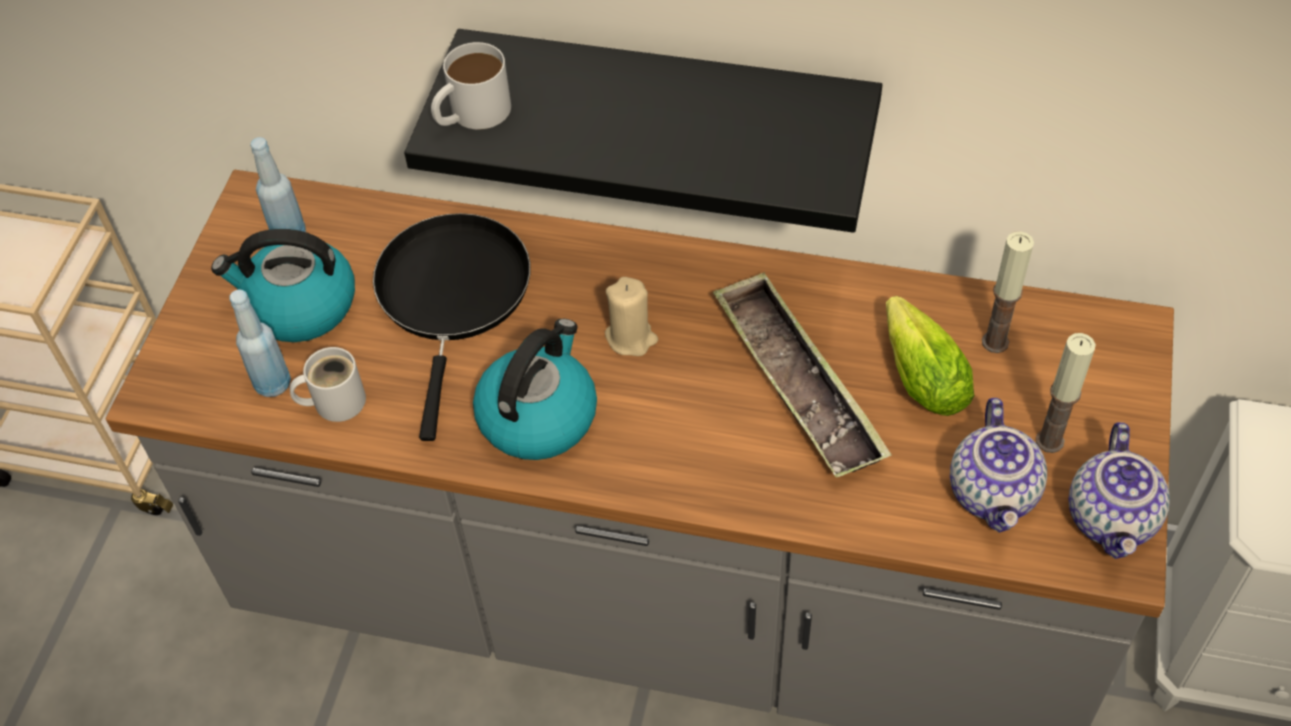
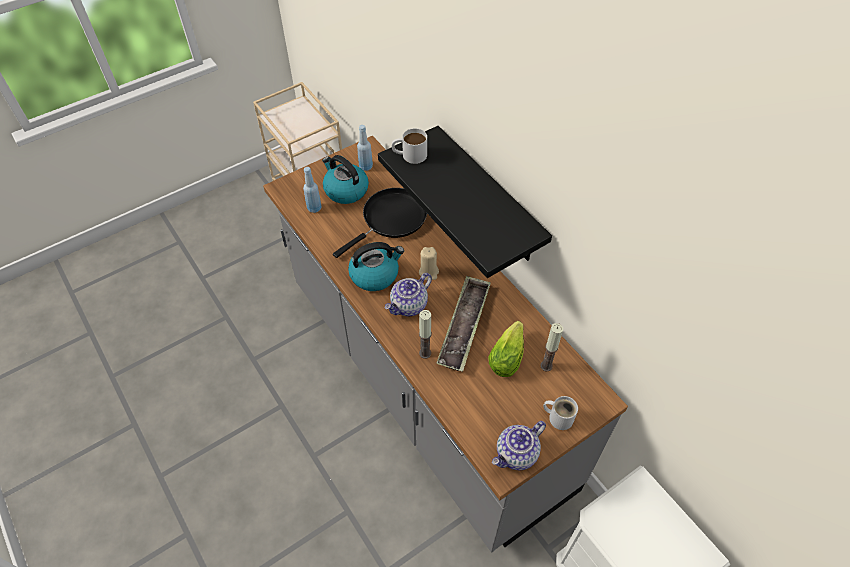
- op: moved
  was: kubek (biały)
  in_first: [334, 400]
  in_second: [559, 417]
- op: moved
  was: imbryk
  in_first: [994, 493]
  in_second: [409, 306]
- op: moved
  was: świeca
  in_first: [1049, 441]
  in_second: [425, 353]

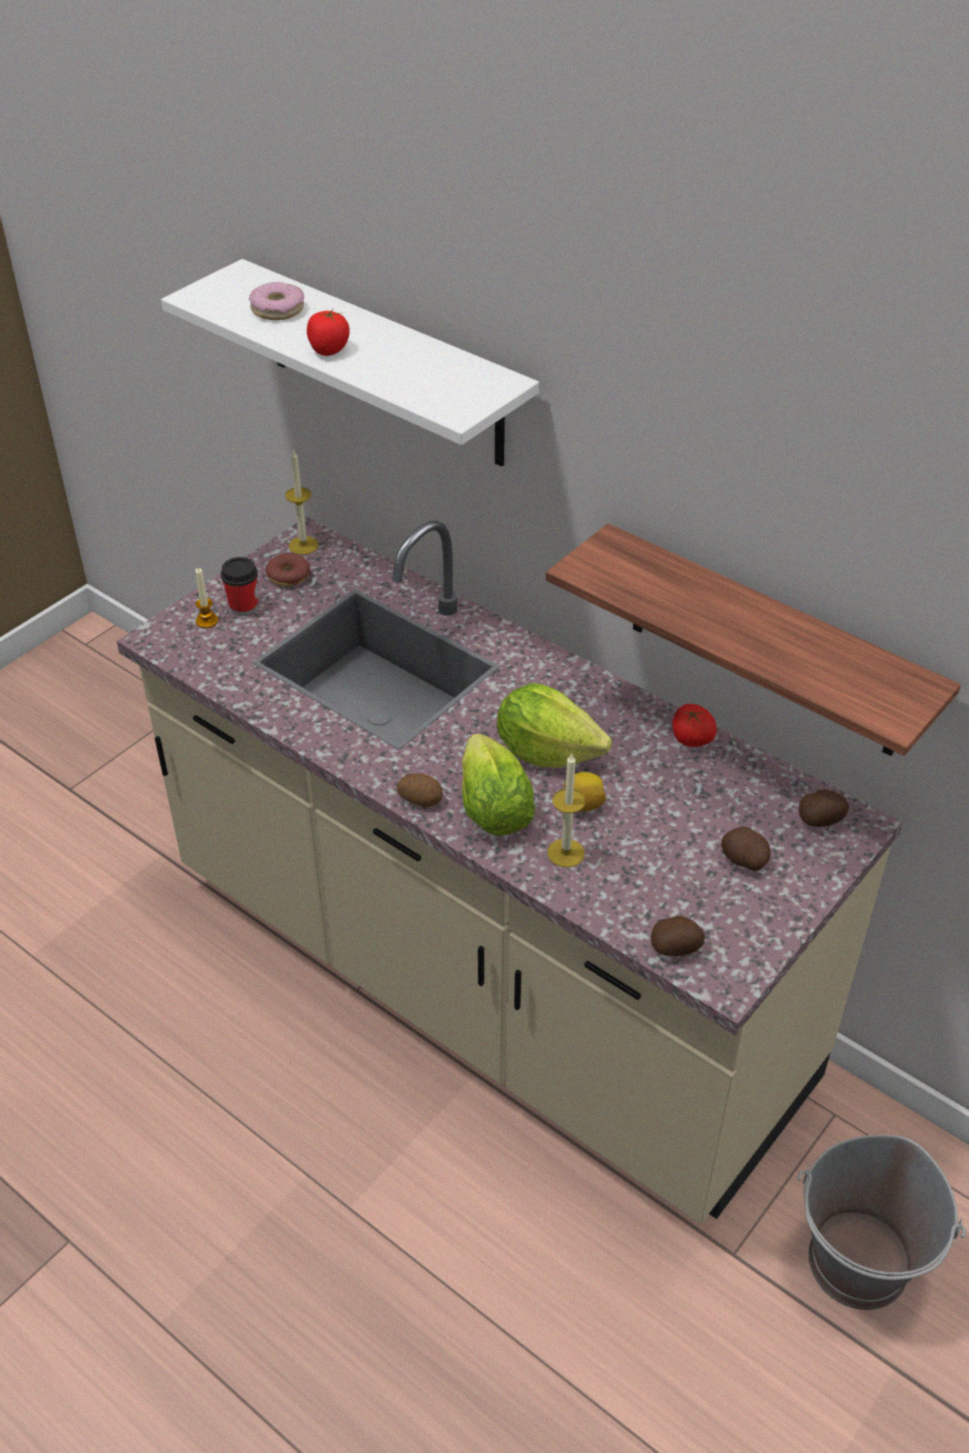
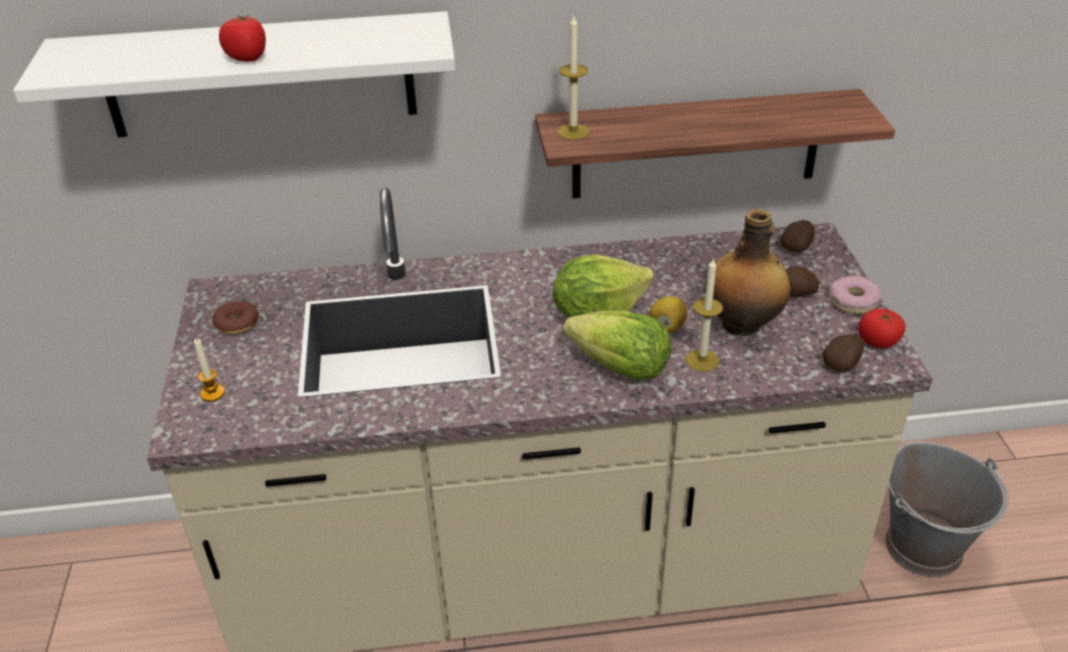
- op: removed
  was: filiżanka
  in_first: [244, 607]
- op: moved
  was: donut
  in_first: [277, 309]
  in_second: [853, 301]
- op: moved
  was: świeca
  in_first: [303, 545]
  in_second: [573, 132]
- op: removed
  was: ziemniak
  in_first: [421, 798]
- op: moved
  was: pomidor
  in_first: [691, 739]
  in_second: [878, 342]
- op: added
  now: butelka
  in_second: [743, 325]

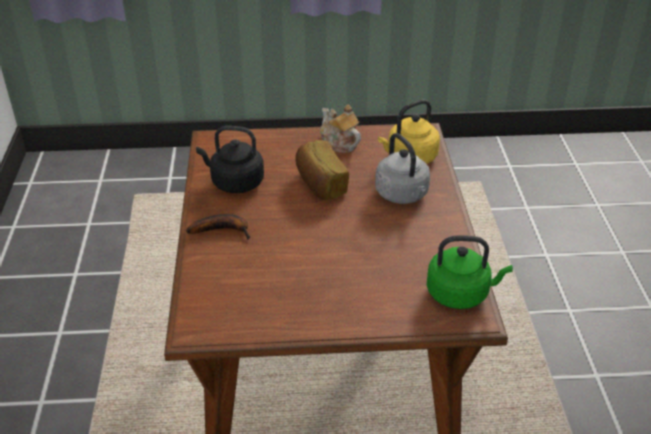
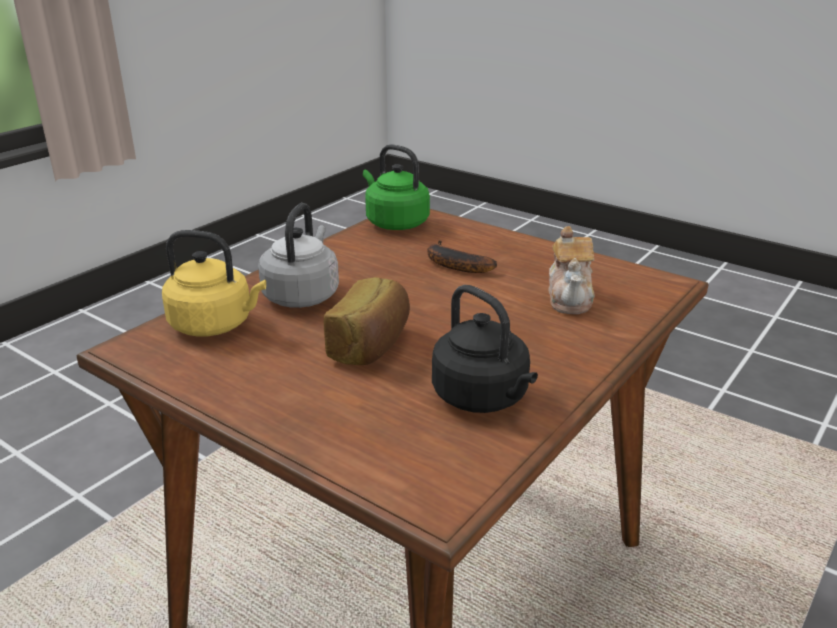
- op: moved
  was: banan
  in_first: [223, 230]
  in_second: [452, 264]
- op: moved
  was: imbryk
  in_first: [338, 143]
  in_second: [570, 298]

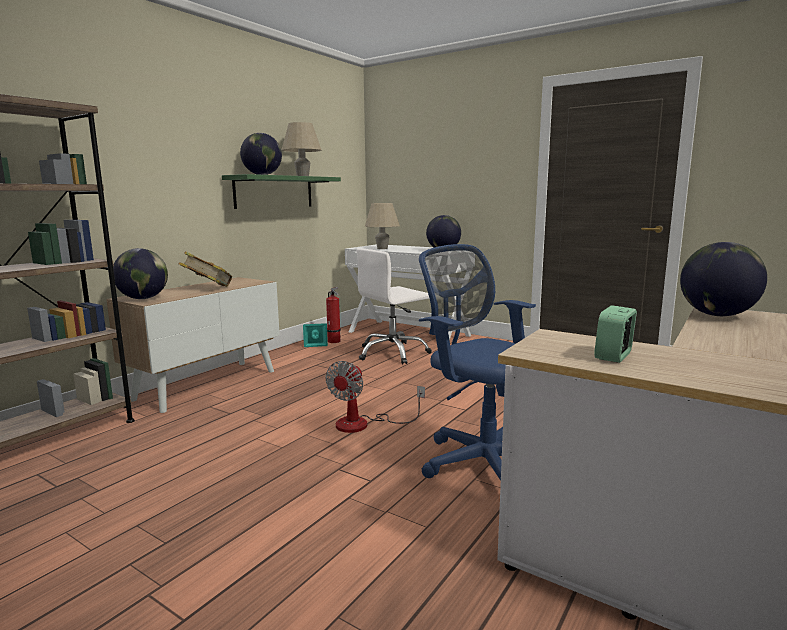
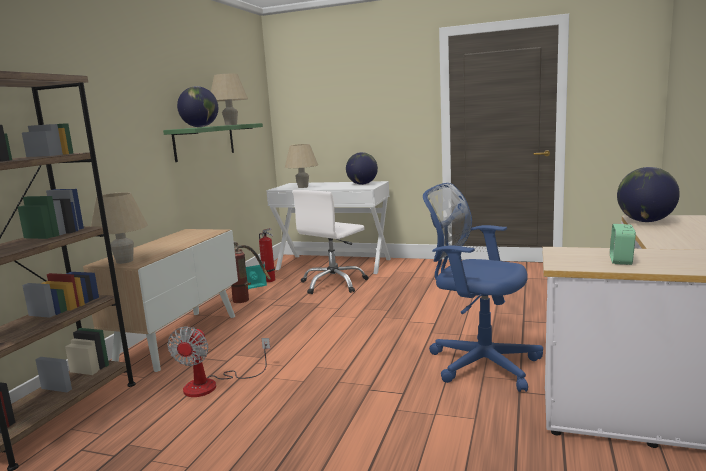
- op: replaced
  was: globus
  now: lampa stołowa (beżowy)
  in_first: [143, 298]
  in_second: [124, 261]
- op: removed
  was: książka
  in_first: [208, 288]
- op: moved
  was: wentylator
  in_first: [364, 424]
  in_second: [212, 385]
- op: added
  now: gaśnica
  in_second: [247, 298]

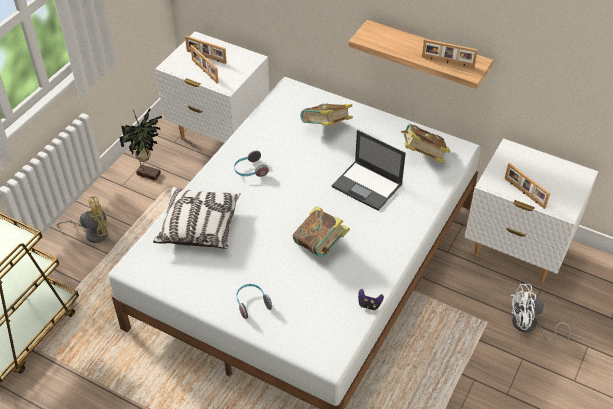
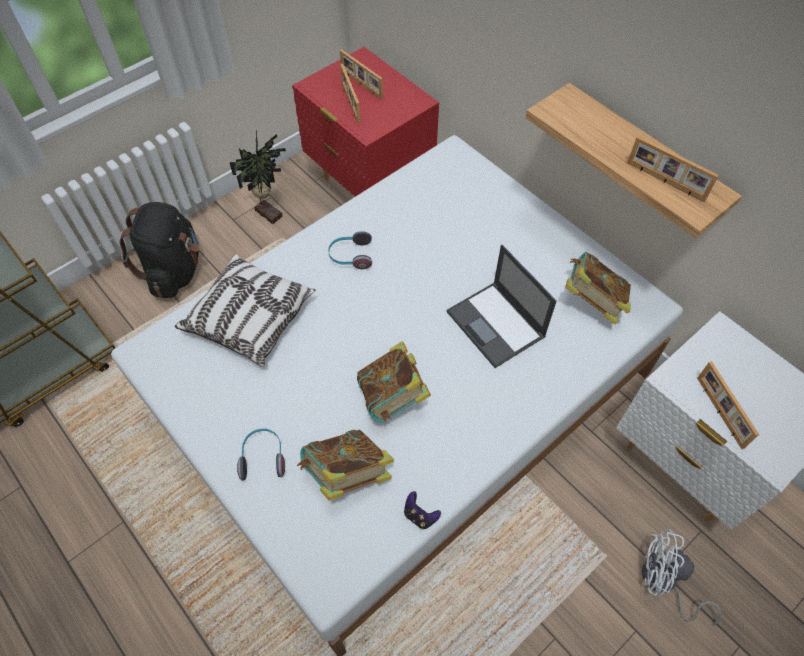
- op: replaced
  was: wentylator (żółty)
  now: plecak (czarny)
  in_first: [93, 233]
  in_second: [174, 270]
- op: recoloured
  was: szafka nocna (biały)
  now: szafka nocna (czerwony)
  in_first: [219, 135]
  in_second: [369, 187]
- op: moved
  was: książka
  in_first: [326, 128]
  in_second: [347, 474]

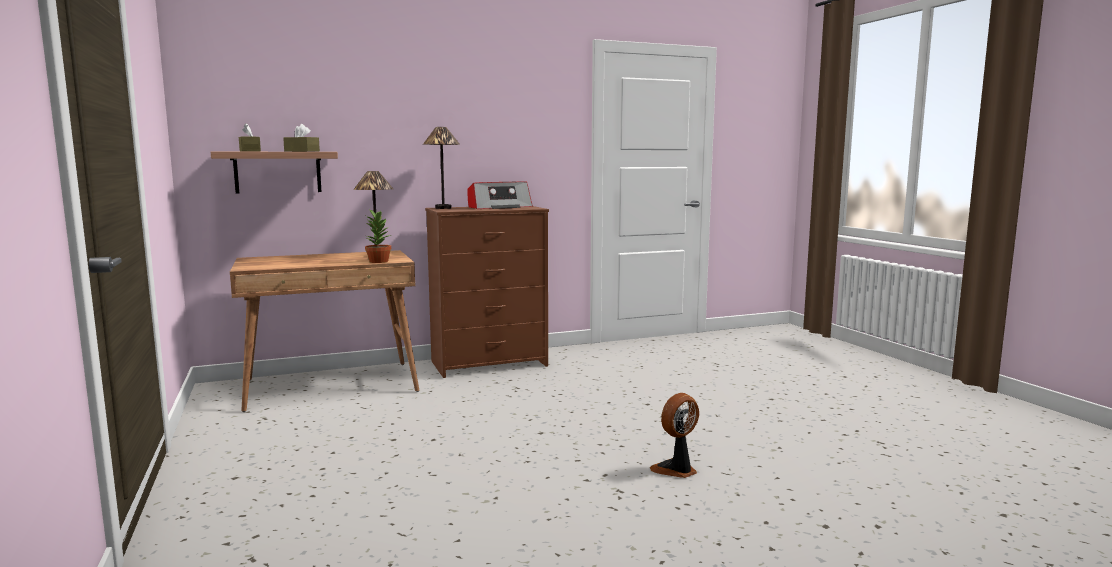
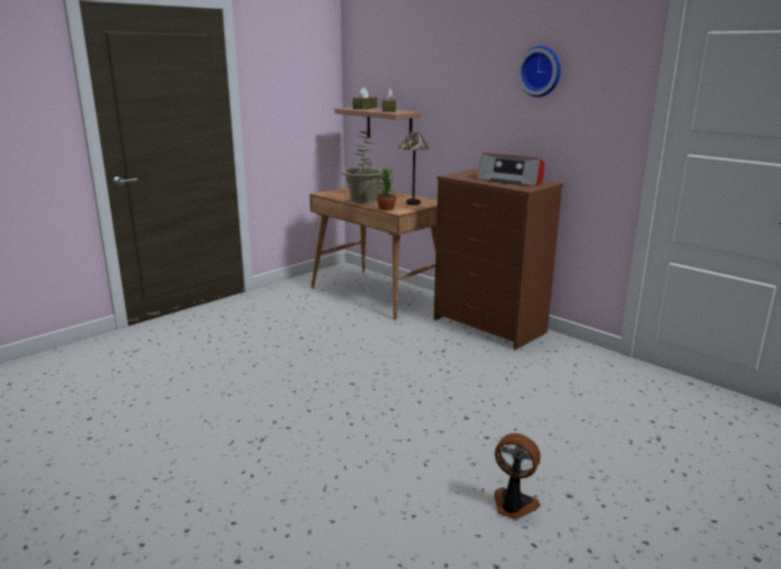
- op: removed
  was: lampa stołowa
  in_first: [442, 208]
- op: moved
  was: wentylator
  in_first: [676, 470]
  in_second: [513, 505]
- op: added
  now: roślina doniczkowa
  in_second: [363, 200]
- op: added
  now: zegar ścienny
  in_second: [541, 71]

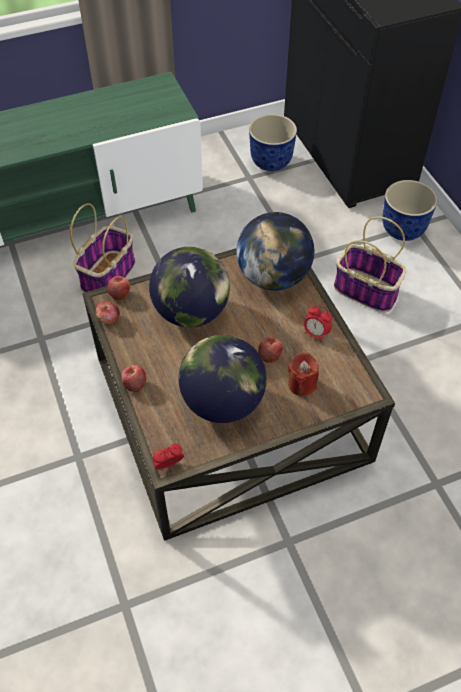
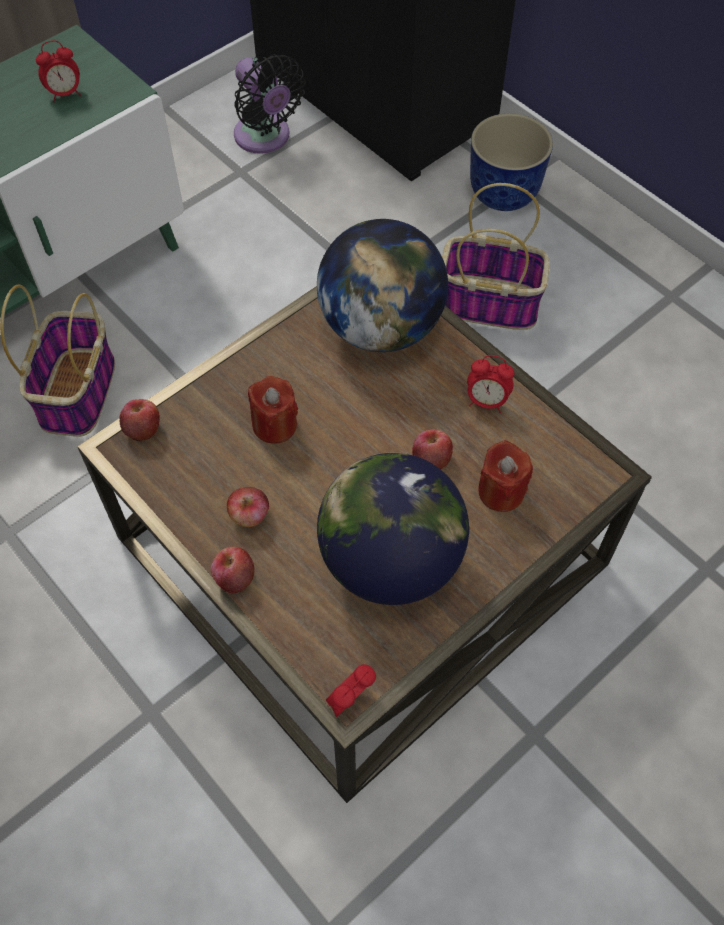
- op: moved
  was: jabłko
  in_first: [108, 319]
  in_second: [249, 515]
- op: replaced
  was: globus
  now: świeca (czerwony)
  in_first: [191, 312]
  in_second: [274, 425]
- op: replaced
  was: donica
  now: wentylator (czarny)
  in_first: [271, 162]
  in_second: [265, 138]
- op: added
  now: budzik
  in_second: [65, 94]

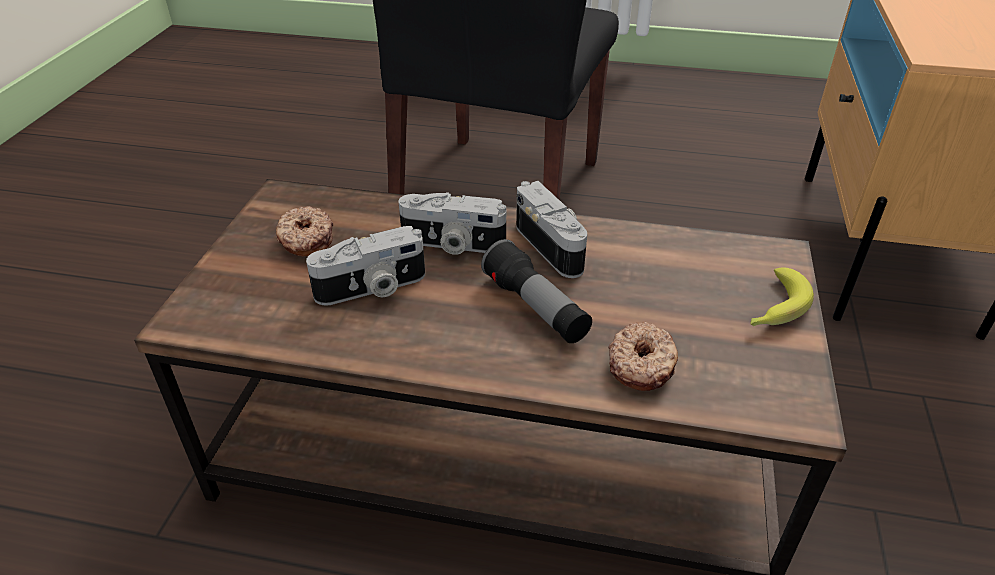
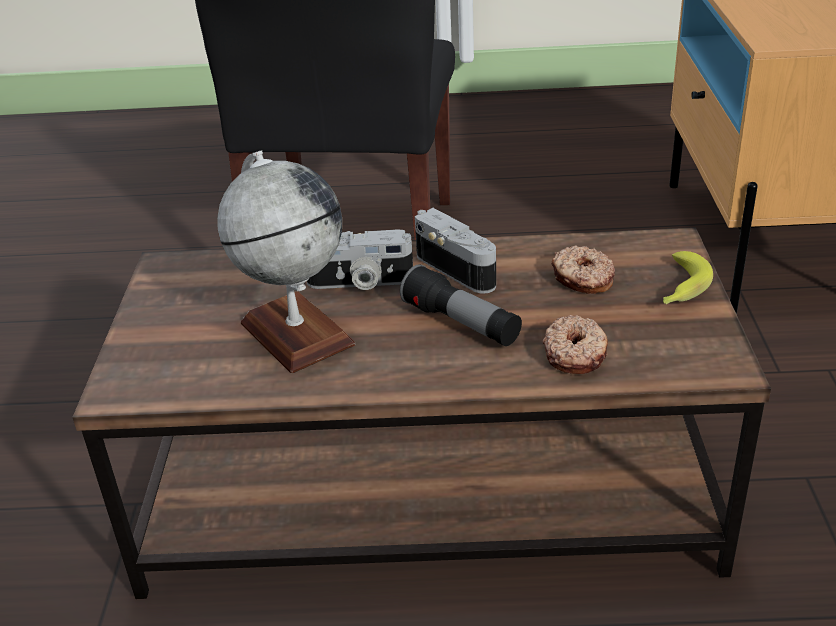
- op: moved
  was: donut
  in_first: [305, 240]
  in_second: [582, 279]
- op: replaced
  was: aparat fotograficzny
  now: globus
  in_first: [372, 289]
  in_second: [296, 333]

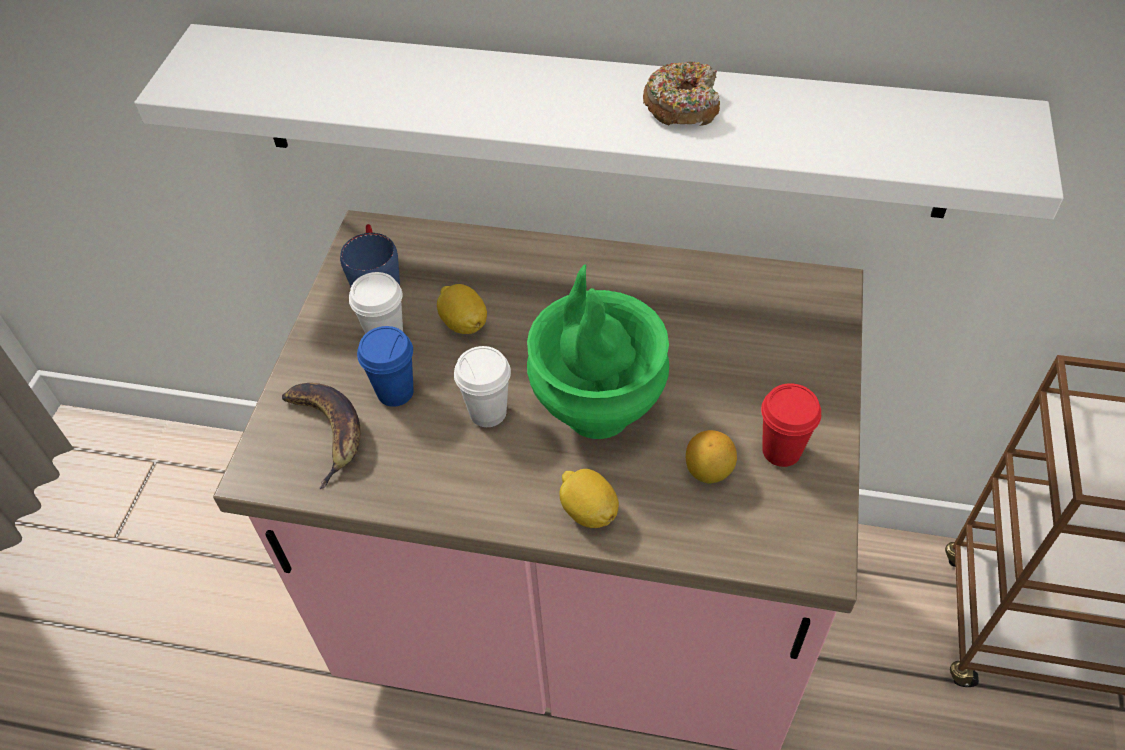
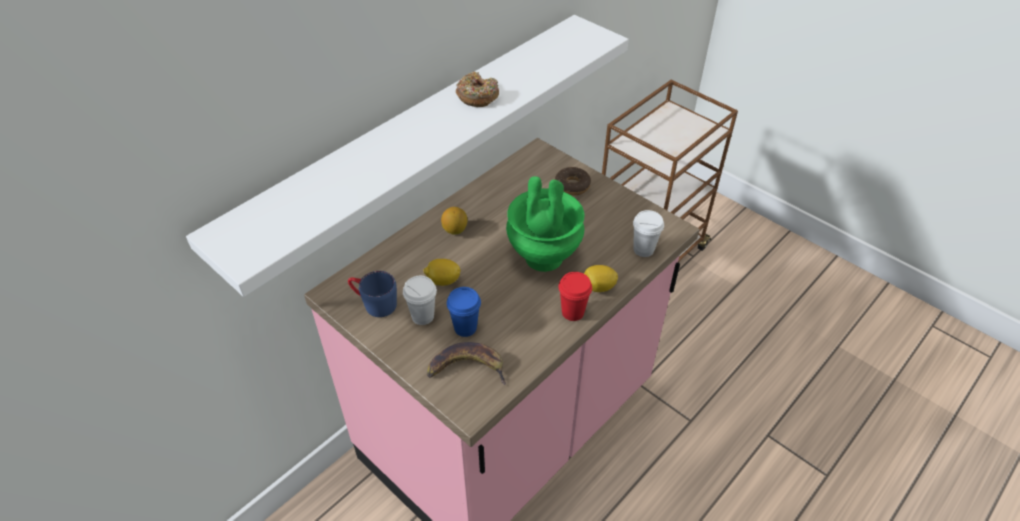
- op: moved
  was: filiżanka (biały)
  in_first: [488, 412]
  in_second: [643, 249]
- op: moved
  was: cytryna
  in_first: [708, 471]
  in_second: [455, 230]
- op: moved
  was: filiżanka (czerwony)
  in_first: [781, 451]
  in_second: [572, 312]
- op: added
  now: donut
  in_second: [572, 186]

